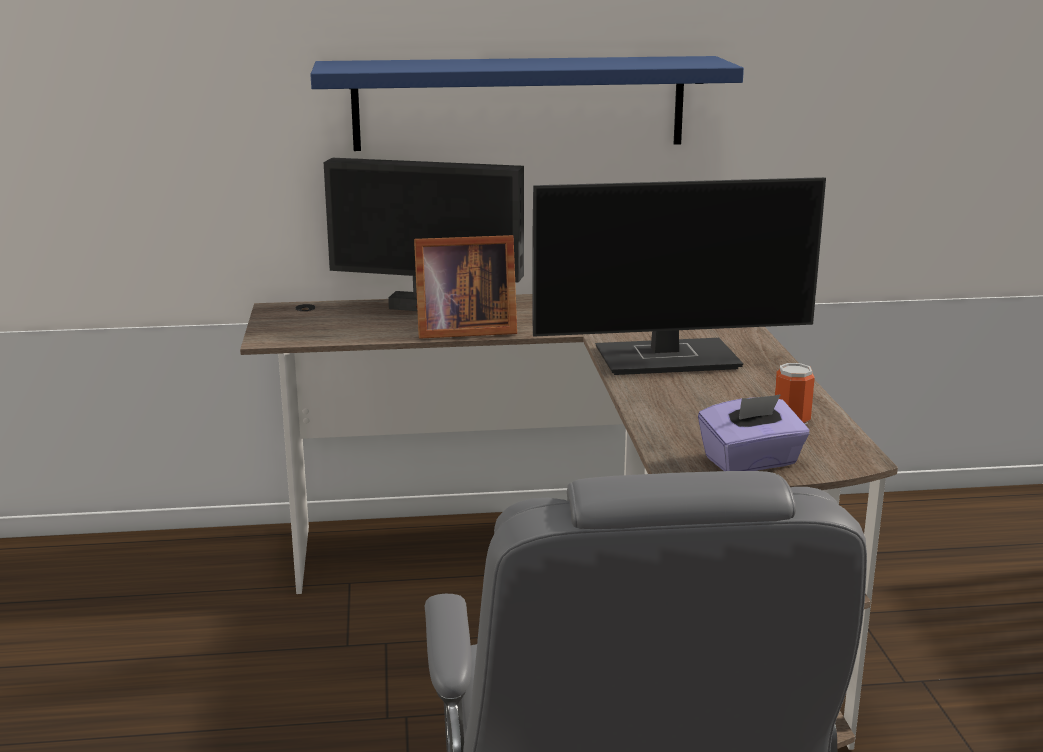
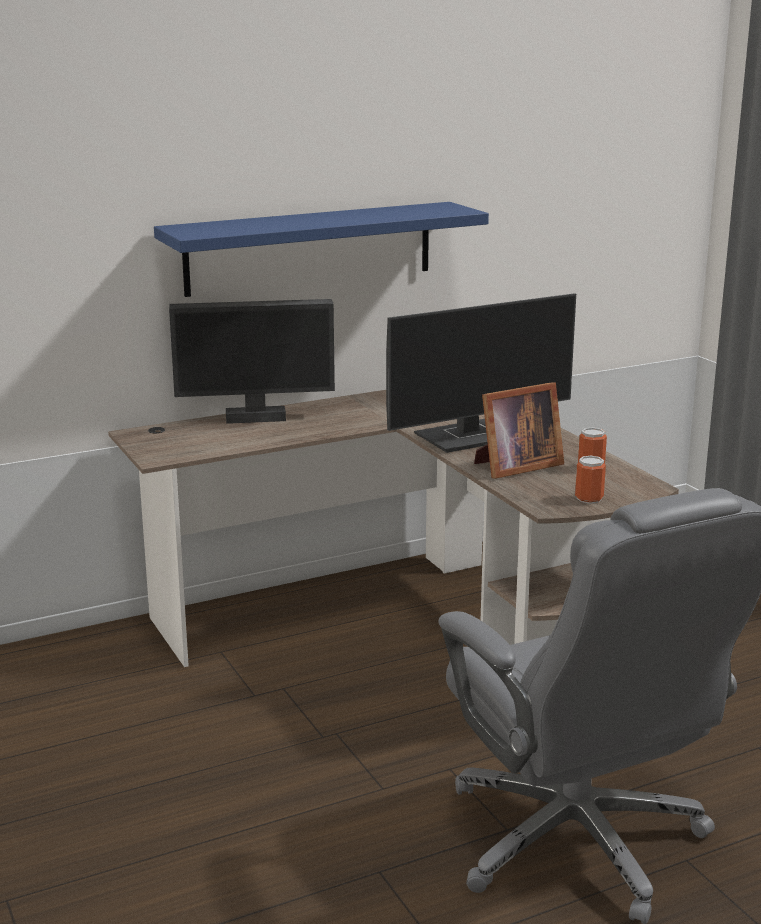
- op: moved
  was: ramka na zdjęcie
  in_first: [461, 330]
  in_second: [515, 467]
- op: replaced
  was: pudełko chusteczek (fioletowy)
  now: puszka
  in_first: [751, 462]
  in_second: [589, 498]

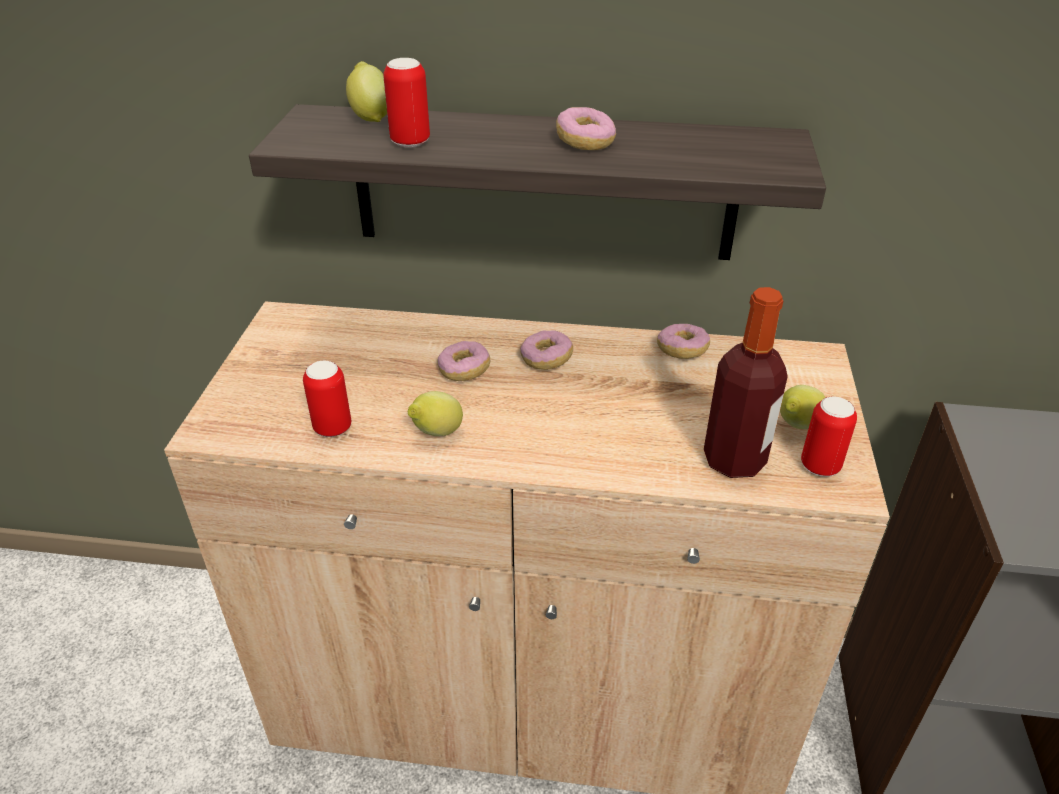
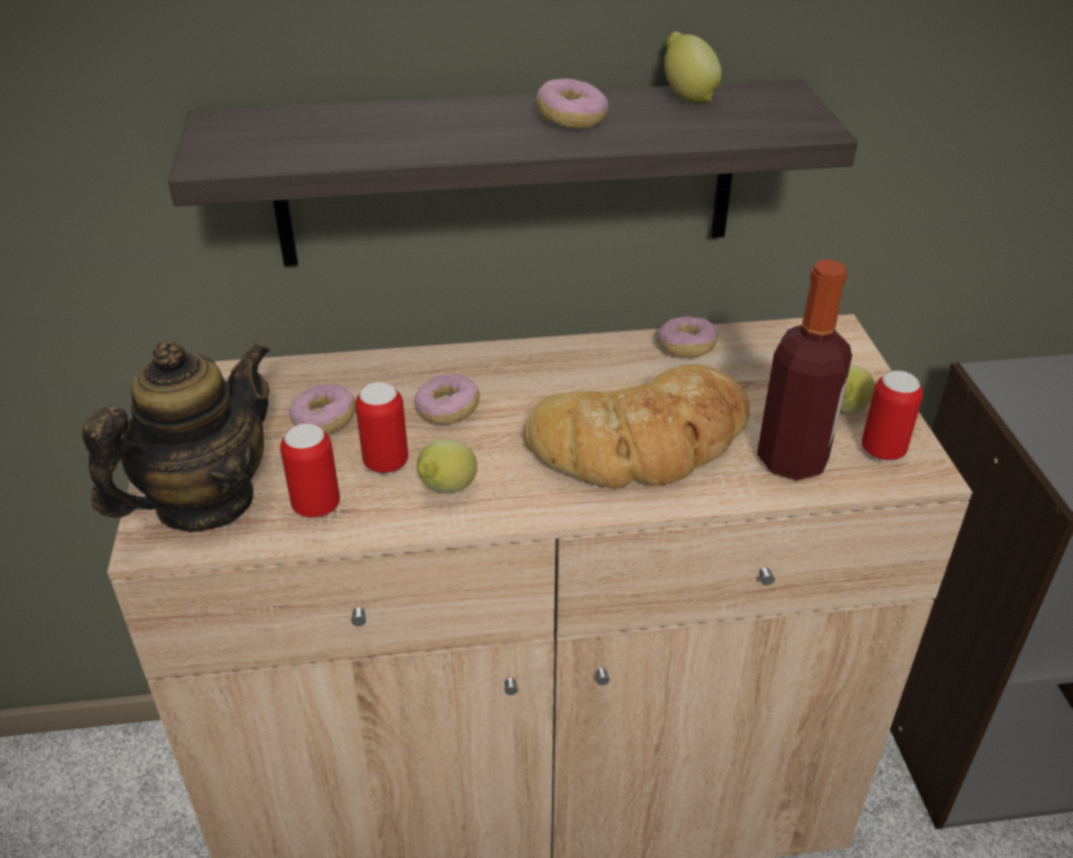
- op: moved
  was: cytryna
  in_first: [371, 117]
  in_second: [687, 97]
- op: moved
  was: puszka
  in_first: [410, 142]
  in_second: [386, 463]
- op: moved
  was: donut
  in_first: [546, 359]
  in_second: [324, 421]
- op: added
  now: imbryk
  in_second: [205, 502]
- op: added
  now: chleb
  in_second: [643, 443]

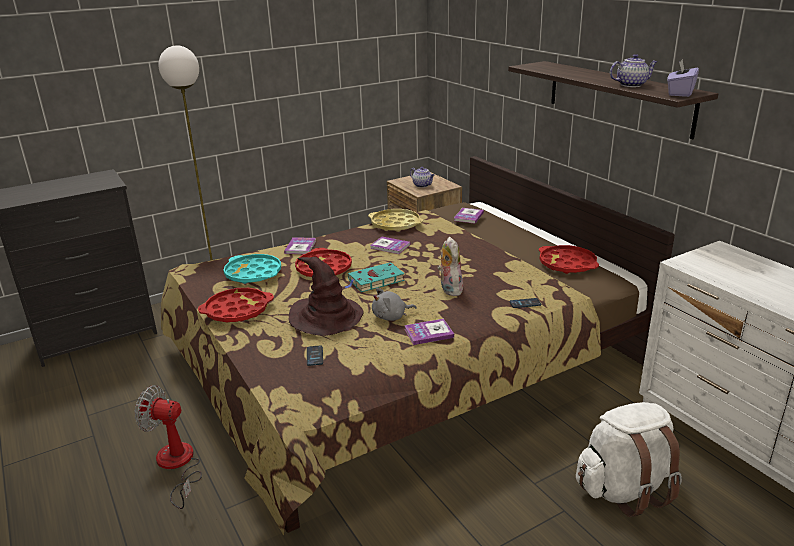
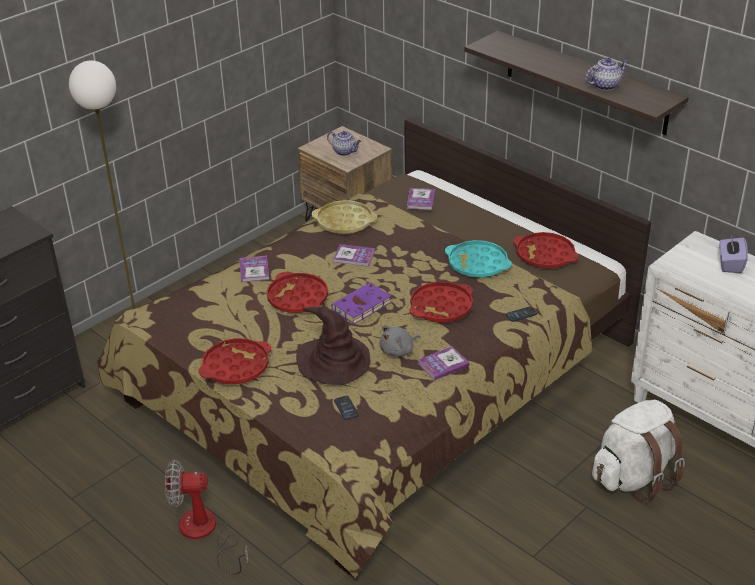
- op: moved
  was: taca (turkusowy)
  in_first: [253, 273]
  in_second: [477, 264]
- op: recoloured
  was: książka (turkusowy)
  now: książka (fioletowy)
  in_first: [374, 281]
  in_second: [360, 307]
- op: replaced
  was: pluszak
  now: taca (czerwony)
  in_first: [449, 289]
  in_second: [441, 307]
- op: moved
  was: pudełko chusteczek (fioletowy)
  in_first: [680, 93]
  in_second: [730, 264]

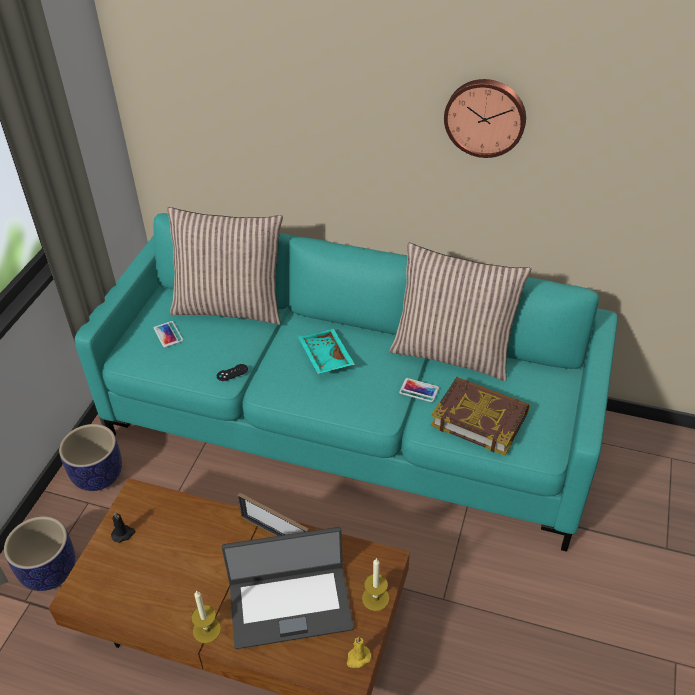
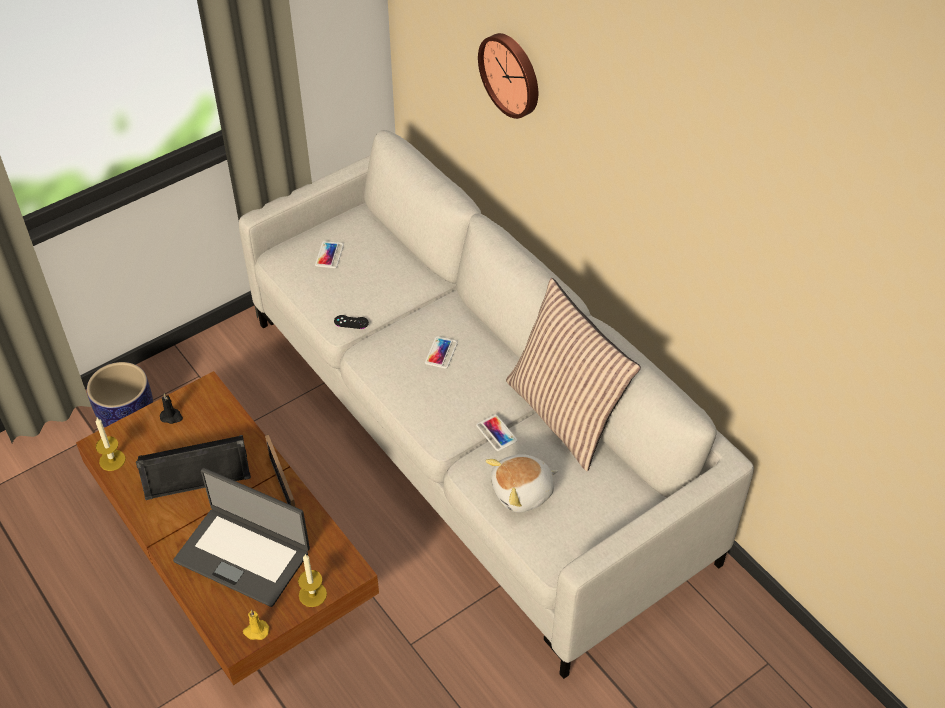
- op: removed
  was: donica
  in_first: [98, 475]
- op: recoloured
  was: kanapa (turkusowy)
  now: kanapa (szary)
  in_first: [349, 426]
  in_second: [472, 436]
- op: removed
  was: poduszka
  in_first: [230, 306]
- op: moved
  was: świeca
  in_first: [207, 630]
  in_second: [112, 460]
- op: replaced
  was: taca (turkusowy)
  now: telefon
  in_first: [324, 358]
  in_second: [441, 352]
- op: replaced
  was: książka
  now: pluszak
  in_first: [479, 419]
  in_second: [523, 492]
- op: moved
  was: zegar ścienny
  in_first: [485, 117]
  in_second: [511, 74]
- op: added
  now: głośnik (czarny)
  in_second: [195, 470]

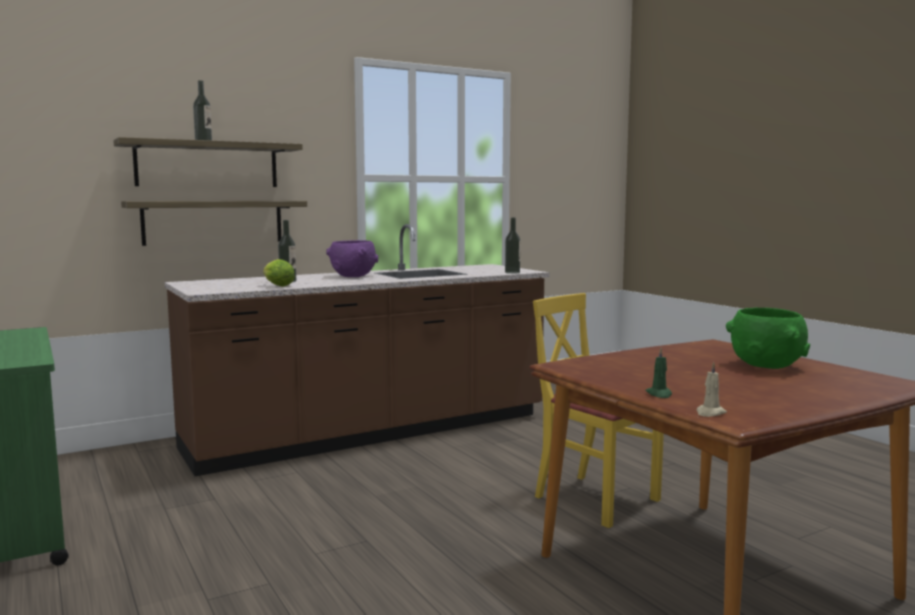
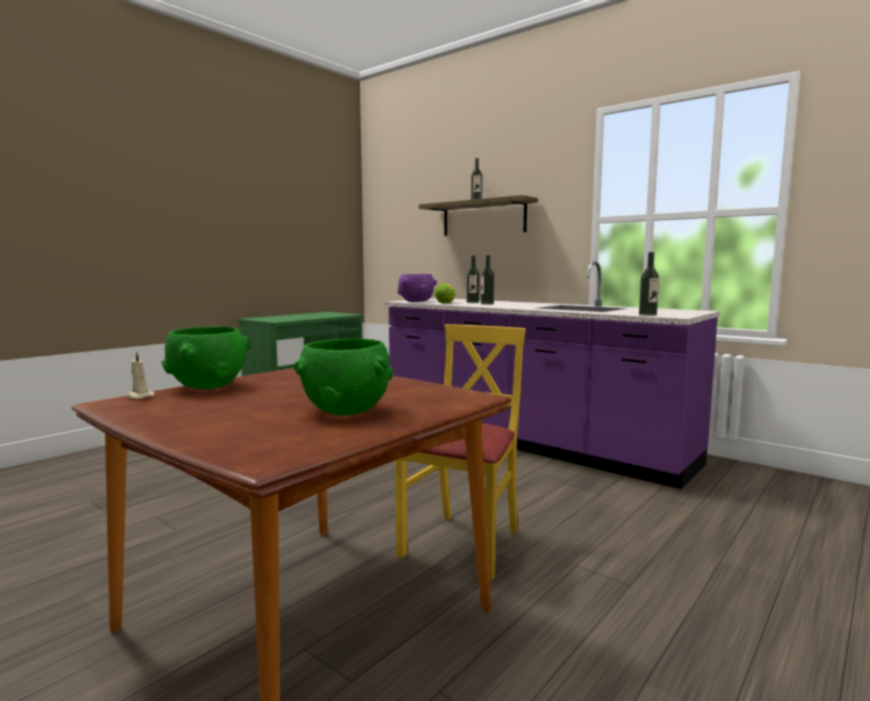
- op: removed
  was: półka
  in_first: [213, 222]
- op: recoloured
  was: zabudowa kuchenna (brązowy)
  now: zabudowa kuchenna (fioletowy)
  in_first: [371, 432]
  in_second: [529, 442]
- op: moved
  was: miska (fioletowy)
  in_first: [353, 276]
  in_second: [416, 301]
- op: replaced
  was: świeca (zielony)
  now: miska (zielony)
  in_first: [659, 394]
  in_second: [207, 386]
- op: added
  now: butelka
  in_second: [487, 304]

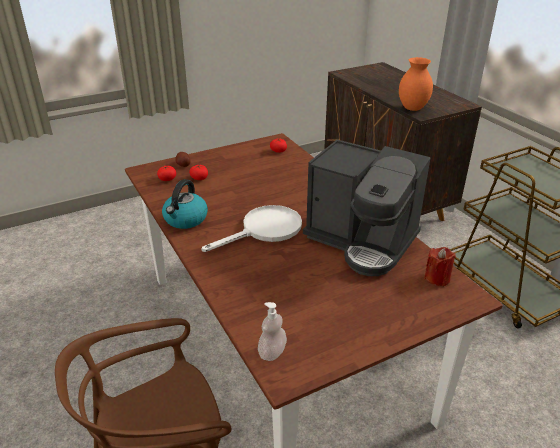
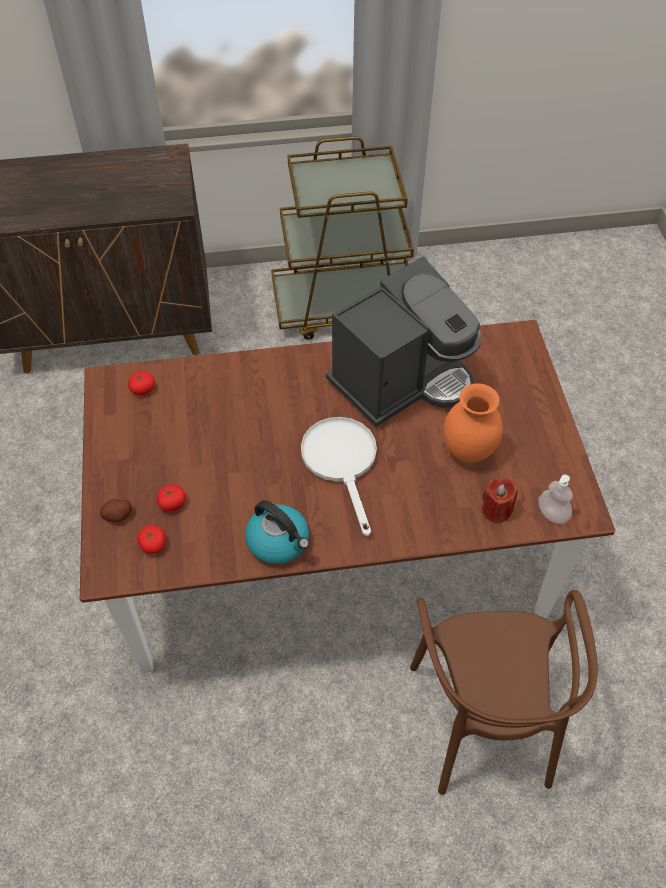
- op: moved
  was: wazon (pomarańczowy)
  in_first: [412, 108]
  in_second: [468, 452]
- op: moved
  was: świeca (czerwony)
  in_first: [437, 278]
  in_second: [496, 510]

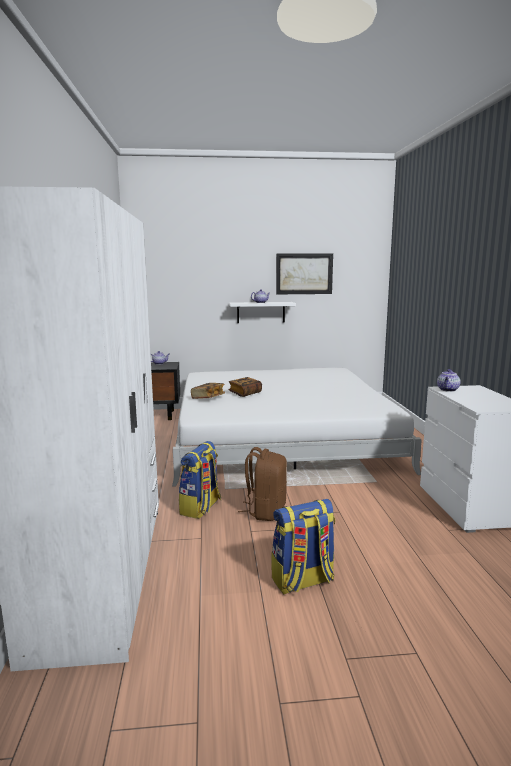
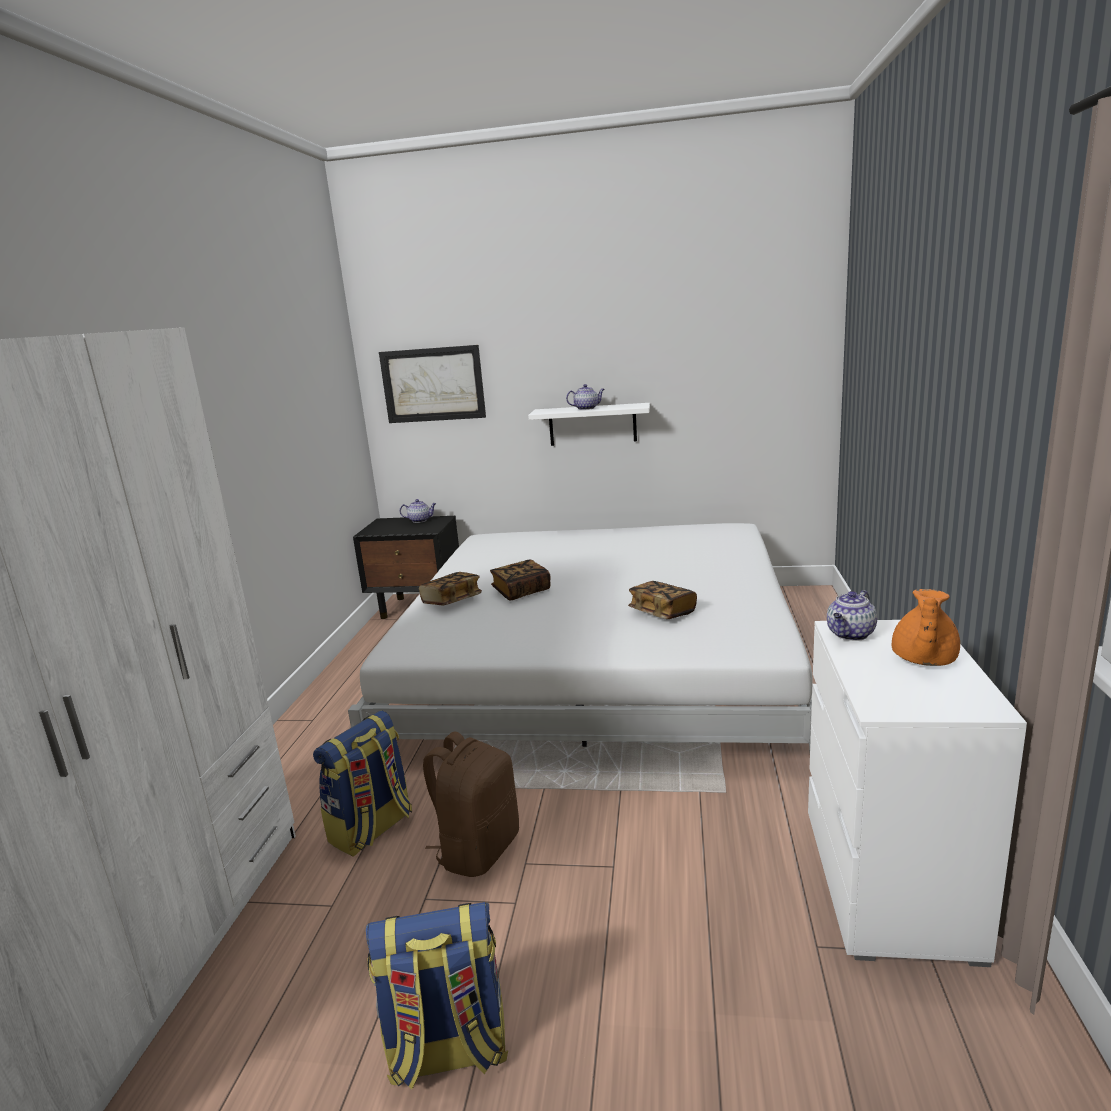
- op: moved
  was: obraz
  in_first: [304, 274]
  in_second: [433, 384]
- op: added
  now: książka
  in_second: [662, 612]
- op: added
  now: imbryk (pomarańczowy)
  in_second: [922, 660]

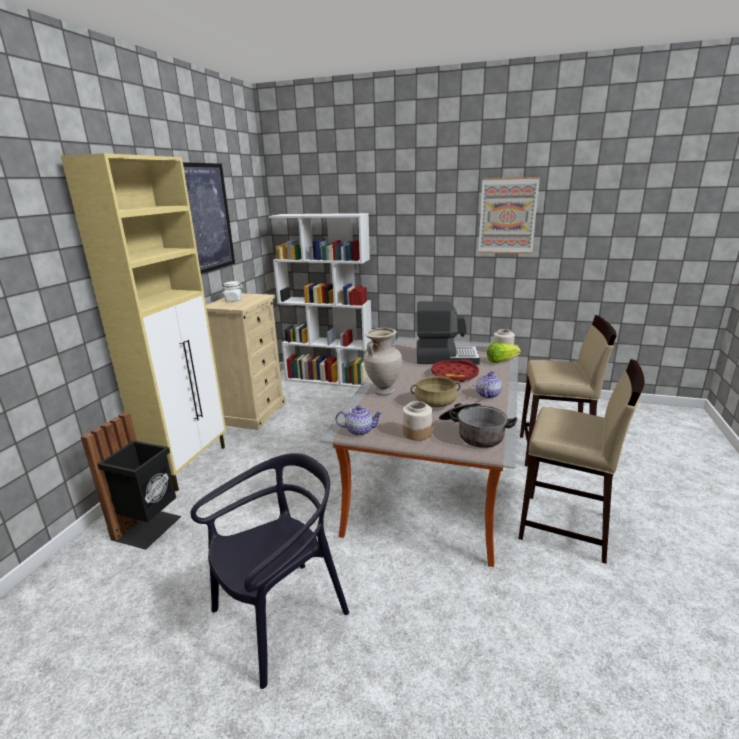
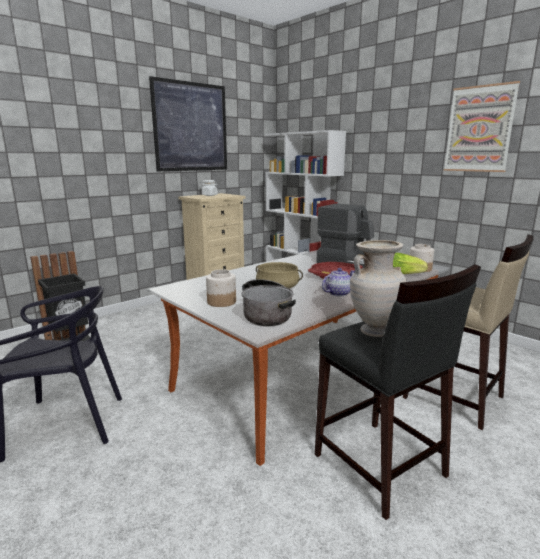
- op: removed
  was: szafka (beżowy)
  in_first: [189, 464]
- op: removed
  was: imbryk
  in_first: [359, 430]
- op: moved
  was: wazon (beżowy)
  in_first: [383, 391]
  in_second: [374, 331]
- op: recoloured
  was: stołek (beżowy)
  now: stołek (czarny)
  in_first: [565, 527]
  in_second: [379, 466]

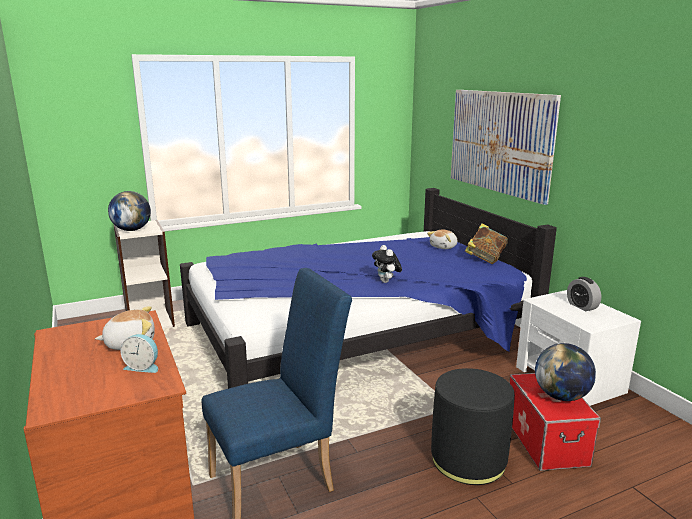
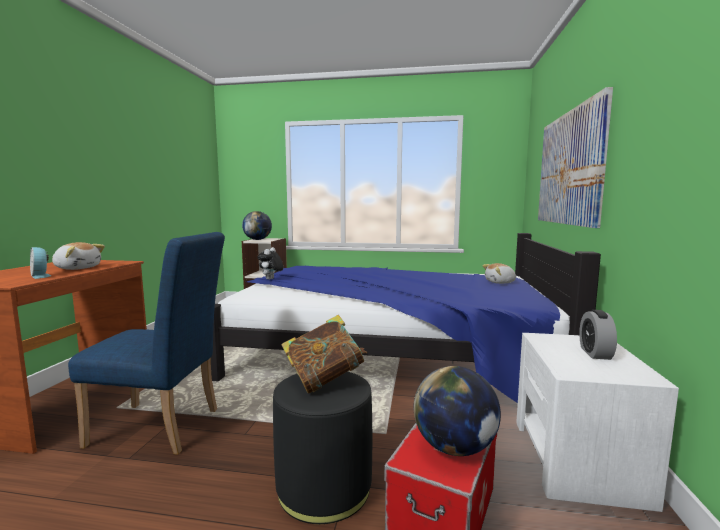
- op: moved
  was: pluszak
  in_first: [386, 281]
  in_second: [271, 279]
- op: moved
  was: książka
  in_first: [485, 258]
  in_second: [324, 380]

